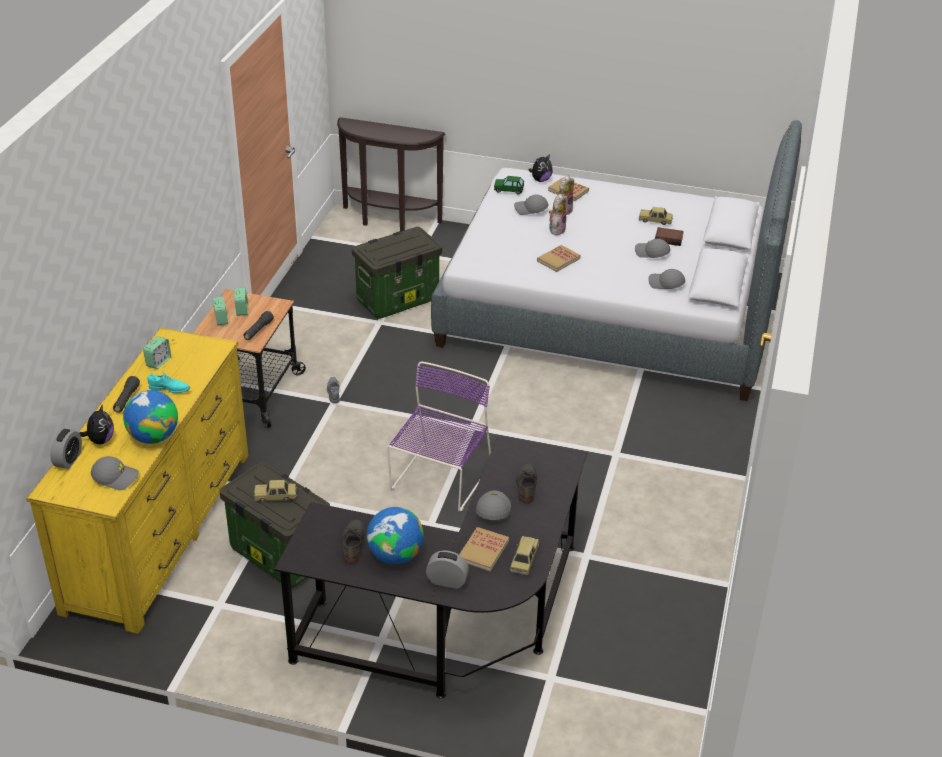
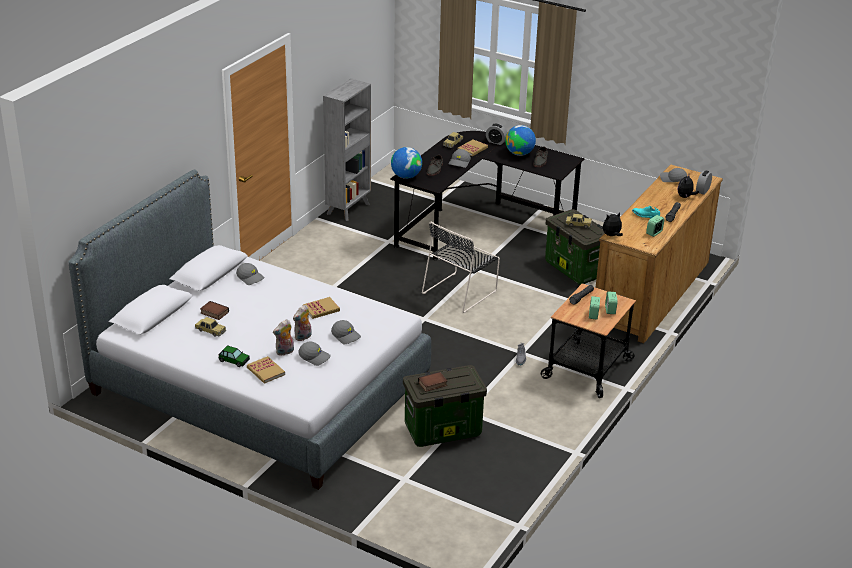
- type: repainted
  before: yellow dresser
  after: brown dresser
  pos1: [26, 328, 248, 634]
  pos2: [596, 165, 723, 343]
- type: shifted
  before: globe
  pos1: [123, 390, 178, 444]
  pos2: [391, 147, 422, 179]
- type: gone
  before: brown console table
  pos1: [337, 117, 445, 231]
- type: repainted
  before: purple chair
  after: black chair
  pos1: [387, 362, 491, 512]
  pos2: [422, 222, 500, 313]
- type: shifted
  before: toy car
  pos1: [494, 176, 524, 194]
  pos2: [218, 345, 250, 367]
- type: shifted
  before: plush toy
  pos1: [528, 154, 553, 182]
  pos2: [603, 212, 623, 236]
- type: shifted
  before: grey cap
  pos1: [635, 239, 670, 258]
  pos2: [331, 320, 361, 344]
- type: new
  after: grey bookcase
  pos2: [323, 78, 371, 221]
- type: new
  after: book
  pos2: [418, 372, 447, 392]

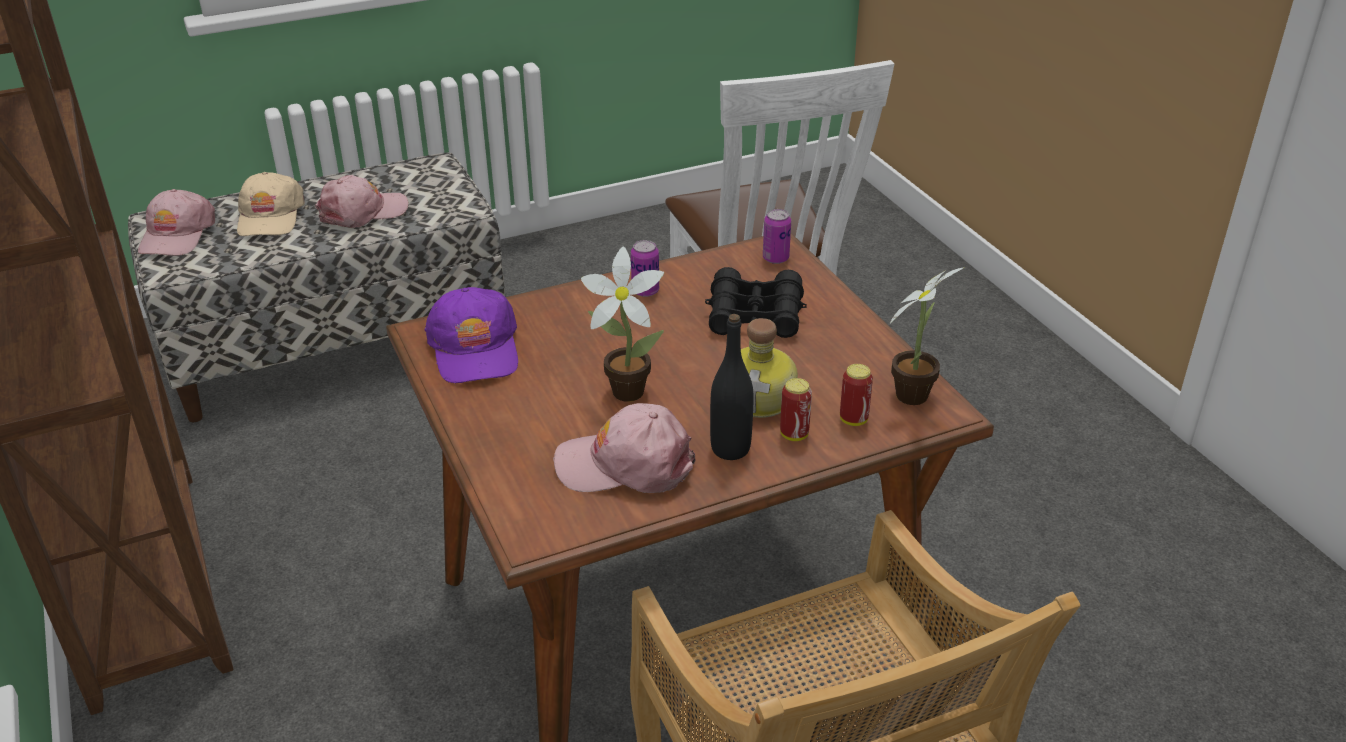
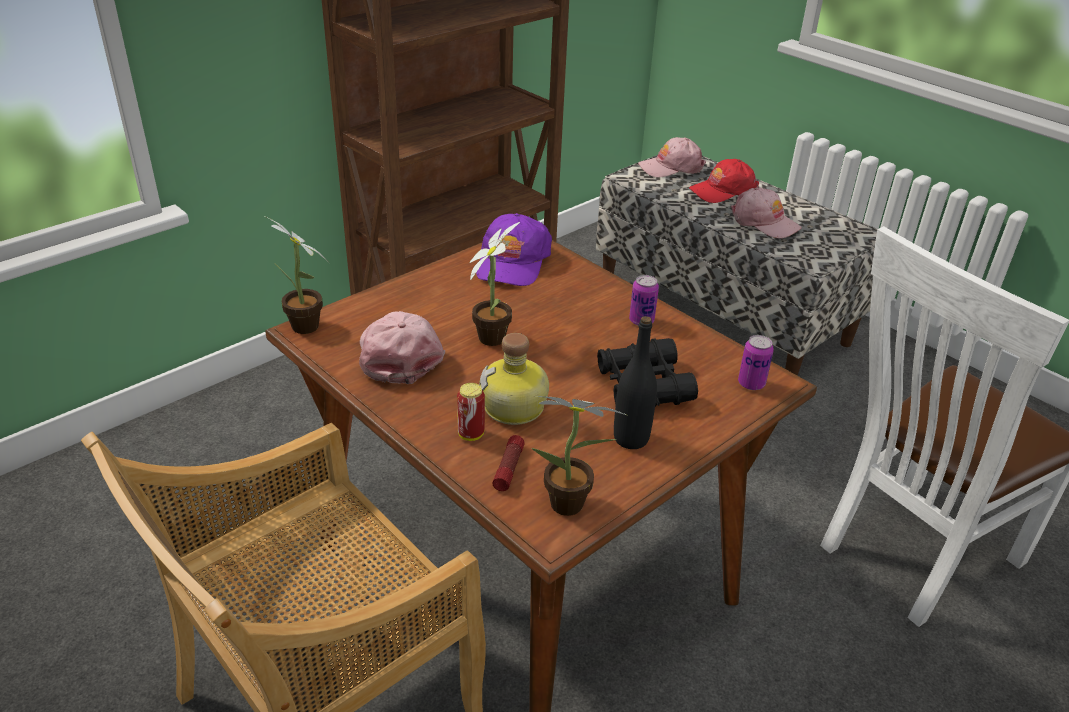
- type: repainted
  before: beige cap
  after: red cap
  pos1: [237, 172, 305, 236]
  pos2: [689, 159, 759, 203]
- type: rotated
  before: purple cap
  pos1: [425, 287, 518, 383]
  pos2: [476, 213, 552, 286]
  turn: -45
- type: shifted
  before: black bottle
  pos1: [710, 314, 754, 460]
  pos2: [614, 316, 657, 449]
- type: swapped
  before: can
  after: flashlight
  pos1: [840, 364, 873, 426]
  pos2: [492, 435, 525, 491]
- type: new
  after: potted plant
  pos2: [265, 216, 328, 334]

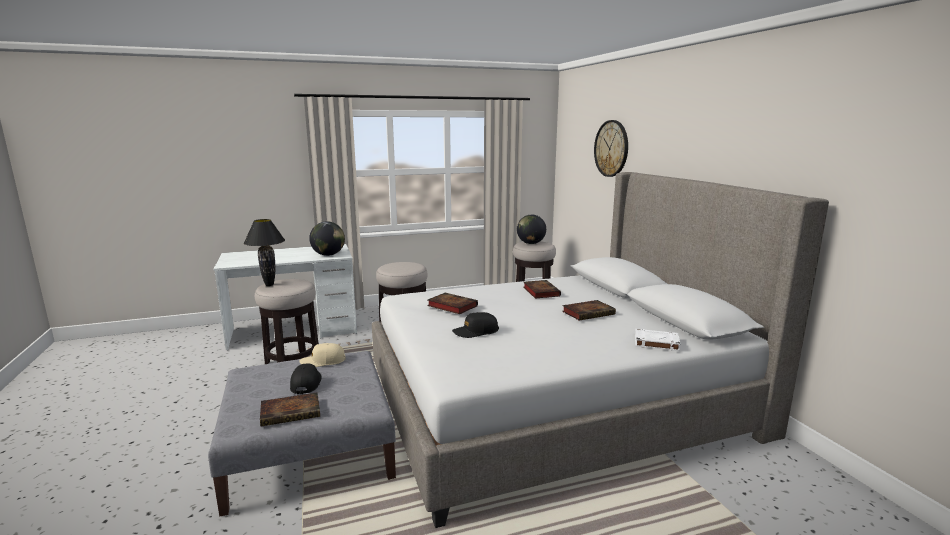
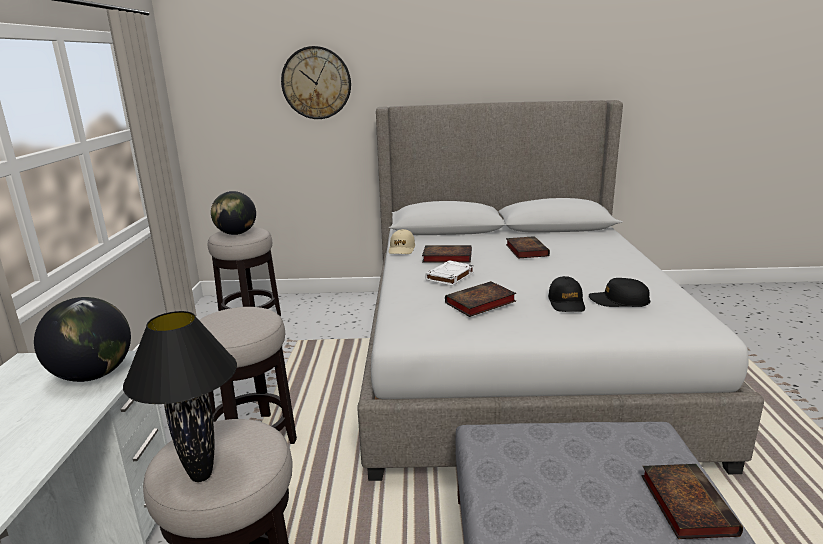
- type: shifted
  before: black cap
  pos1: [290, 363, 322, 394]
  pos2: [589, 278, 650, 307]
- type: shifted
  before: beige cap
  pos1: [300, 343, 345, 367]
  pos2: [389, 229, 415, 254]
- type: shifted
  before: white book
  pos1: [635, 329, 681, 351]
  pos2: [425, 260, 474, 286]

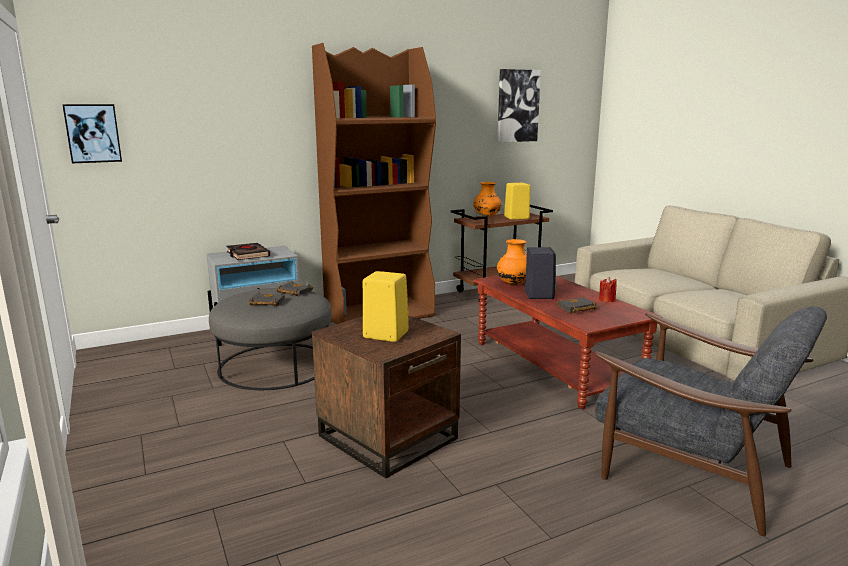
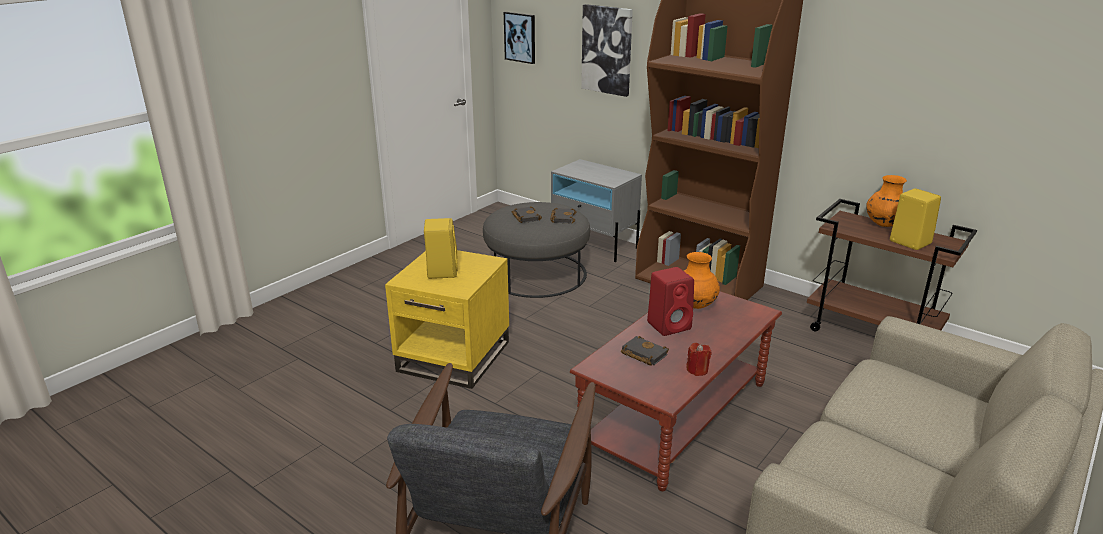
- type: gone
  before: black book
  pos1: [227, 243, 270, 260]
- type: repainted
  before: brown side table
  after: yellow side table
  pos1: [312, 316, 461, 478]
  pos2: [385, 250, 509, 389]
- type: shifted
  before: picture
  pos1: [497, 69, 541, 142]
  pos2: [581, 4, 633, 97]
- type: repainted
  before: black speaker
  after: red speaker
  pos1: [525, 247, 556, 299]
  pos2: [647, 267, 694, 336]

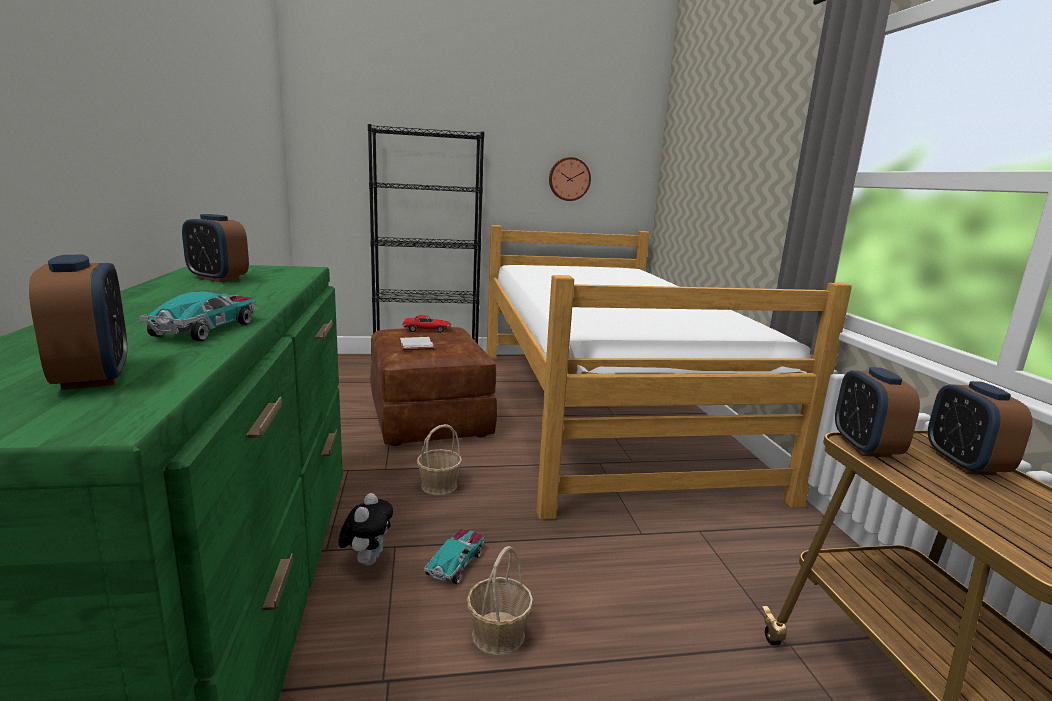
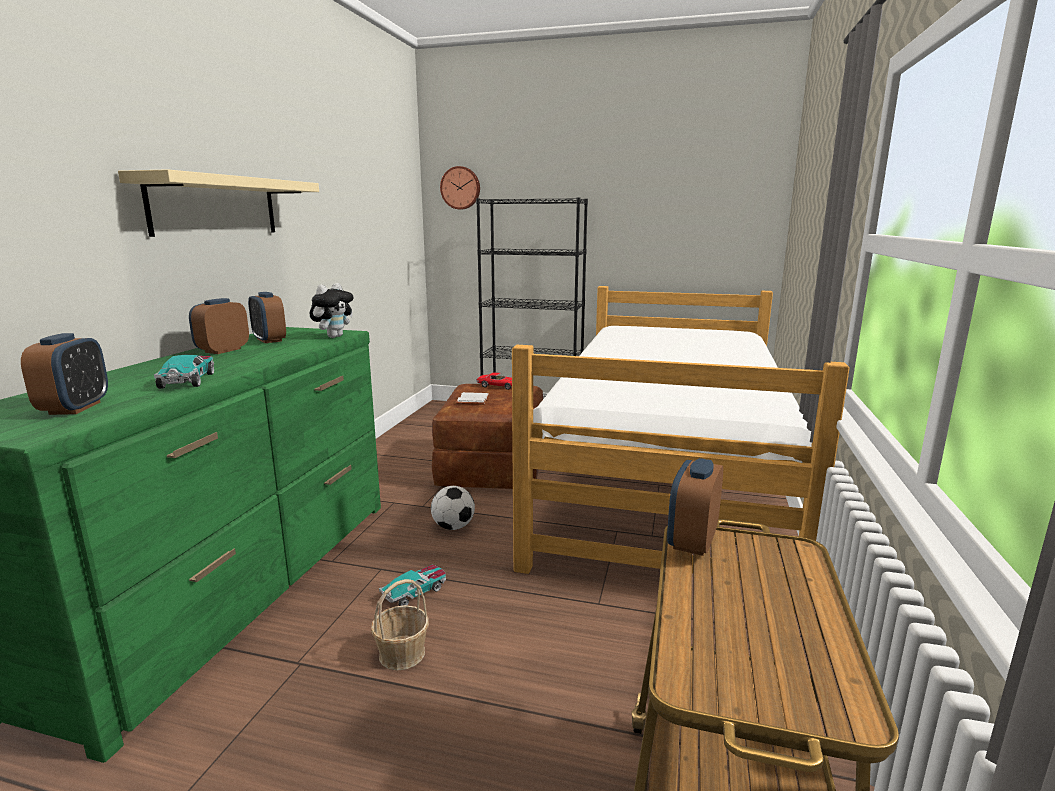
- type: rotated
  before: toy car
  pos1: [139, 292, 256, 341]
  pos2: [154, 355, 214, 389]
  turn: -45
- type: shifted
  before: plush toy
  pos1: [338, 493, 393, 565]
  pos2: [310, 283, 354, 338]
- type: swapped
  before: basket
  after: football
  pos1: [417, 424, 462, 495]
  pos2: [431, 486, 475, 530]
- type: shifted
  before: wall clock
  pos1: [549, 157, 591, 201]
  pos2: [440, 166, 480, 210]
- type: shifted
  before: alarm clock
  pos1: [928, 381, 1033, 475]
  pos2: [189, 298, 249, 354]
- type: new
  after: beige shelf
  pos2: [118, 169, 319, 237]

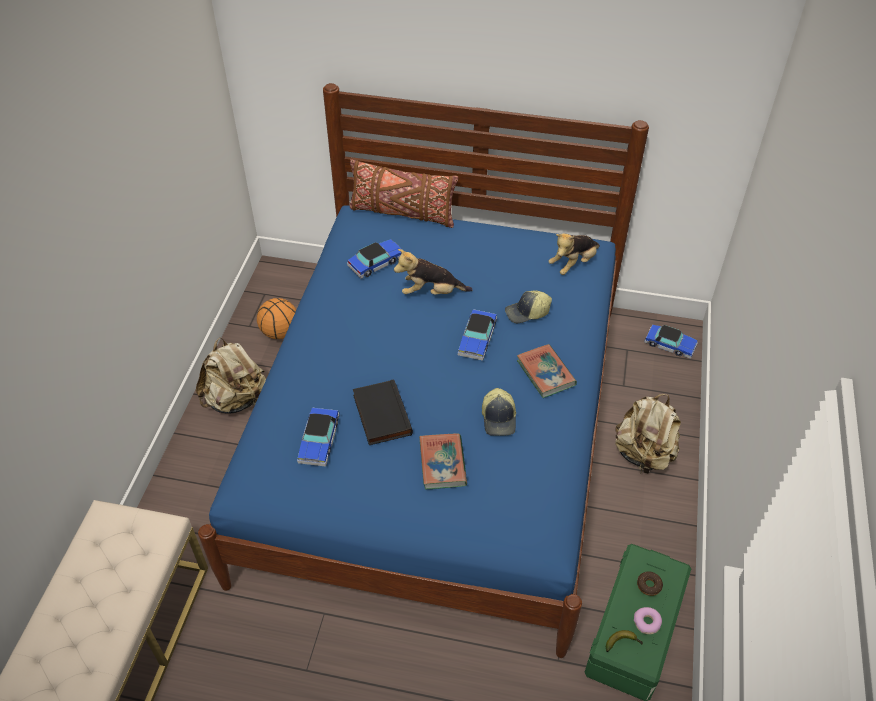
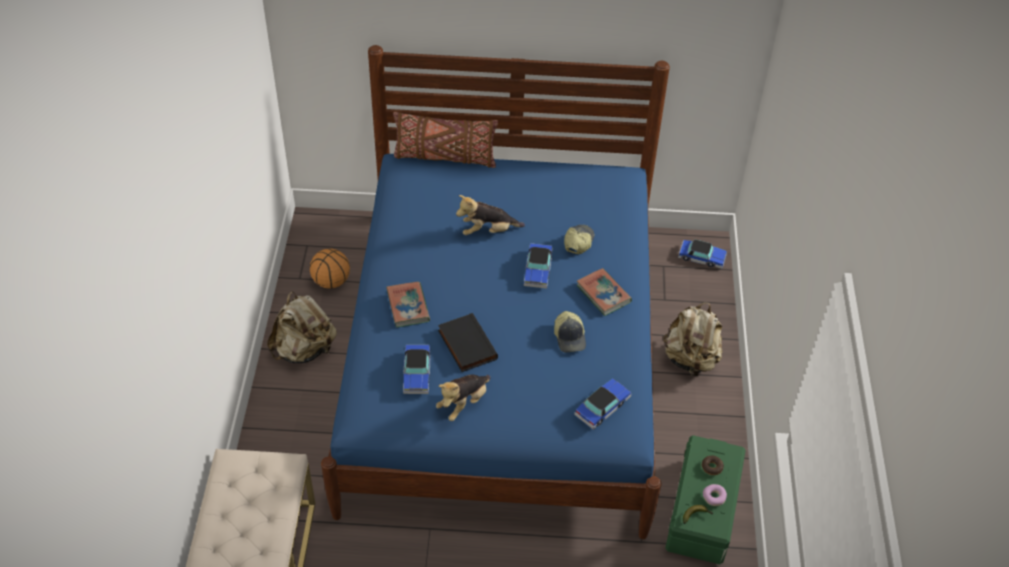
- type: shifted
  before: toy car
  pos1: [347, 239, 401, 279]
  pos2: [574, 379, 632, 430]
- type: shifted
  before: book
  pos1: [419, 434, 467, 489]
  pos2: [386, 282, 430, 328]
- type: rotated
  before: cap
  pos1: [505, 290, 552, 323]
  pos2: [564, 225, 594, 254]
  turn: 135
- type: shifted
  before: plush toy
  pos1: [549, 233, 600, 275]
  pos2: [436, 374, 491, 421]

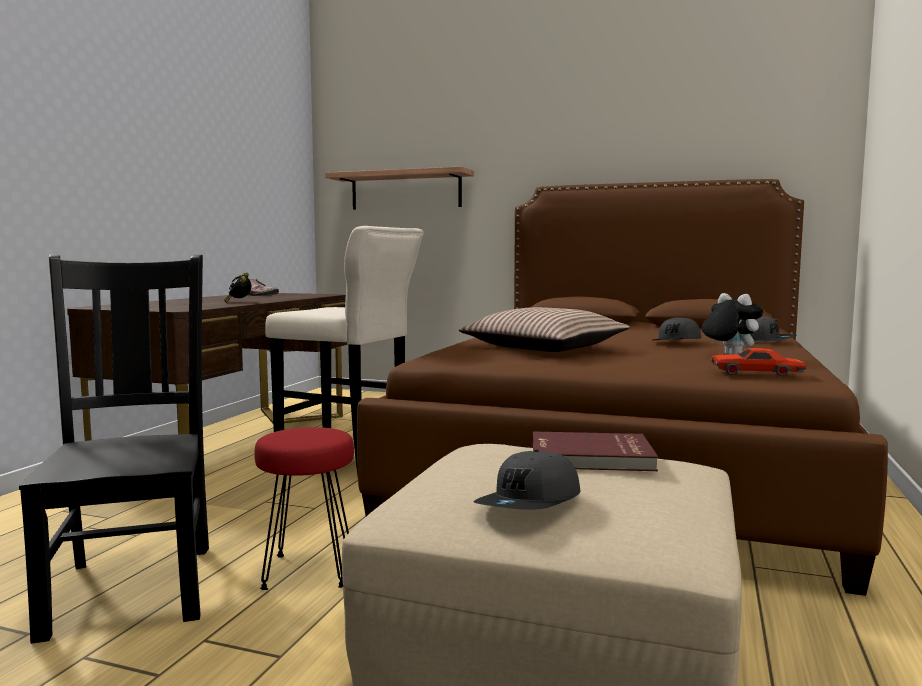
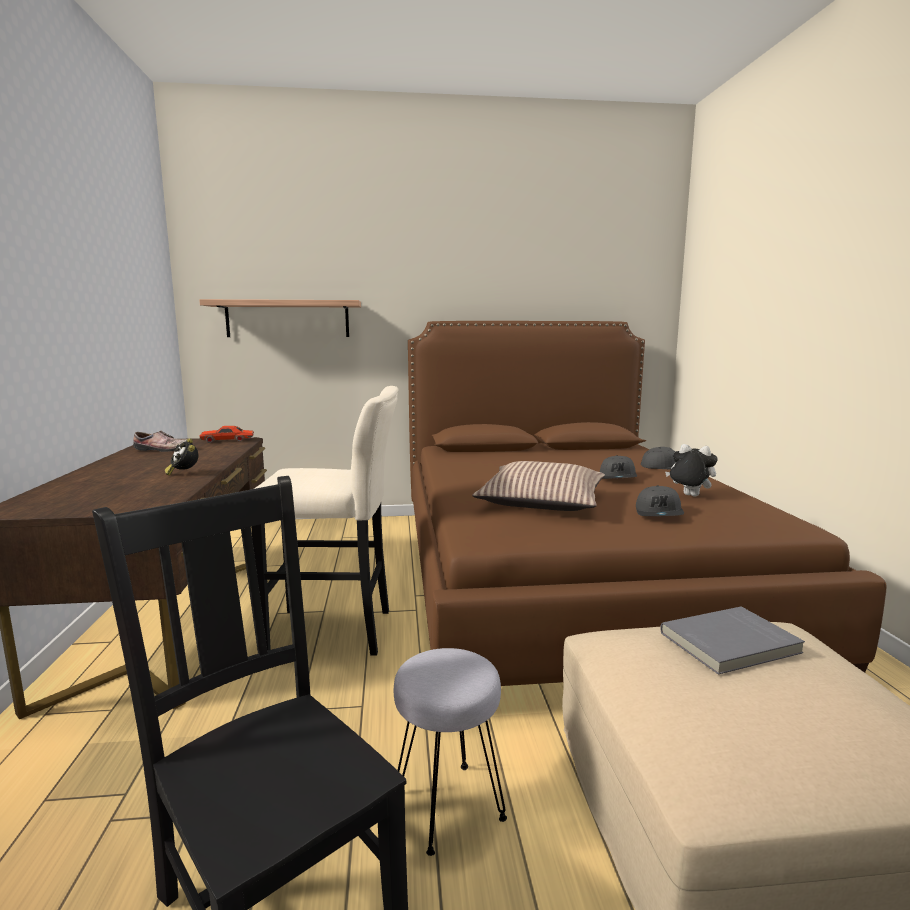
- type: repainted
  before: red stool
  after: grey stool
  pos1: [254, 427, 354, 590]
  pos2: [394, 648, 507, 856]
- type: shifted
  before: grey cap
  pos1: [473, 450, 580, 510]
  pos2: [636, 485, 684, 516]
- type: repainted
  before: red book
  after: grey book
  pos1: [533, 431, 658, 471]
  pos2: [660, 606, 805, 675]
- type: shifted
  before: red toy car
  pos1: [711, 348, 806, 376]
  pos2: [199, 426, 254, 443]

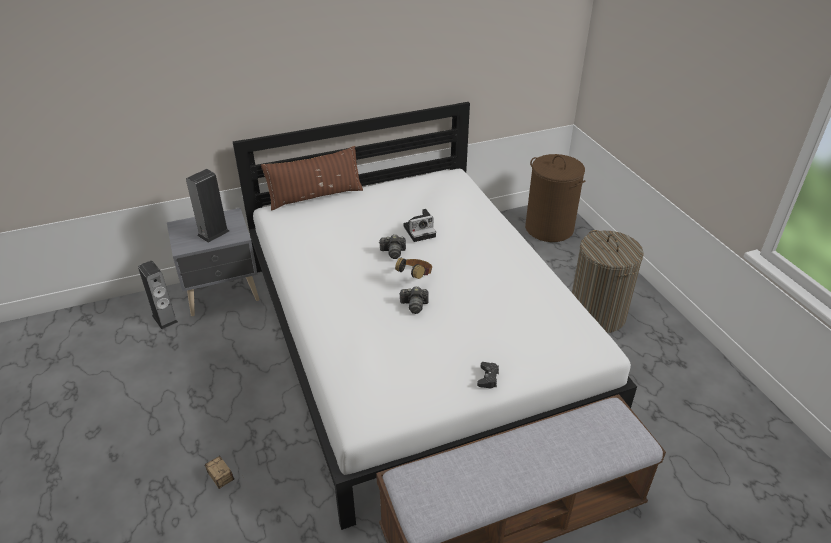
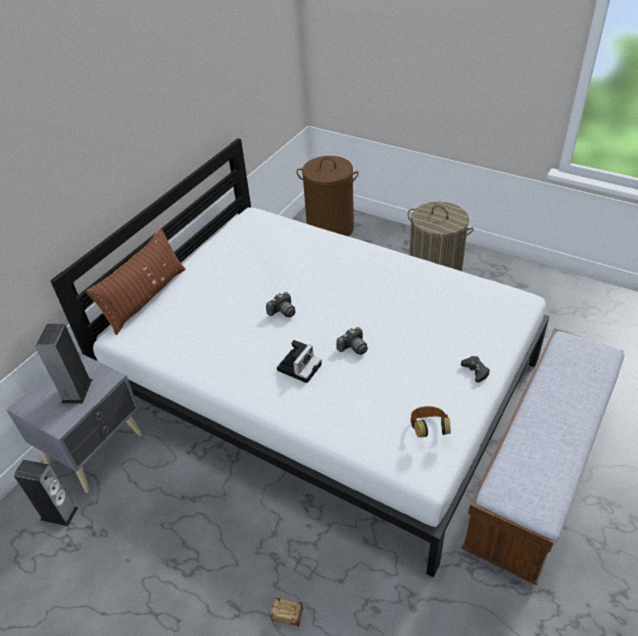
- type: shifted
  before: headphones
  pos1: [395, 257, 432, 279]
  pos2: [410, 406, 451, 437]
- type: shifted
  before: photo camera
  pos1: [403, 209, 436, 242]
  pos2: [277, 340, 322, 383]

